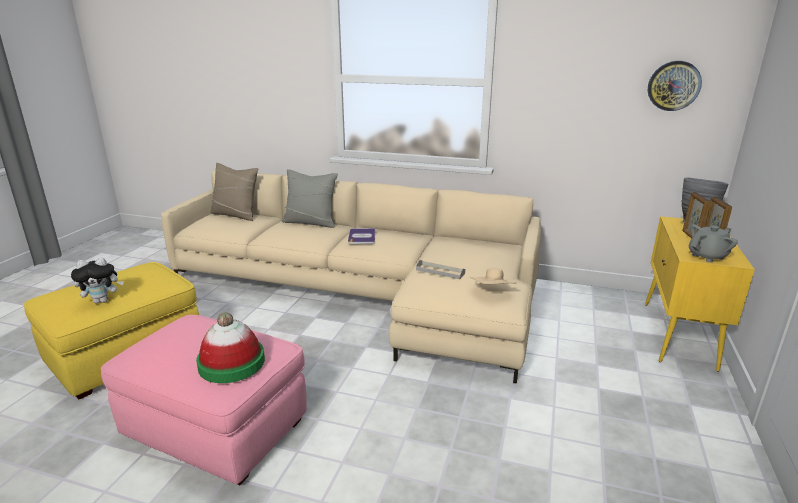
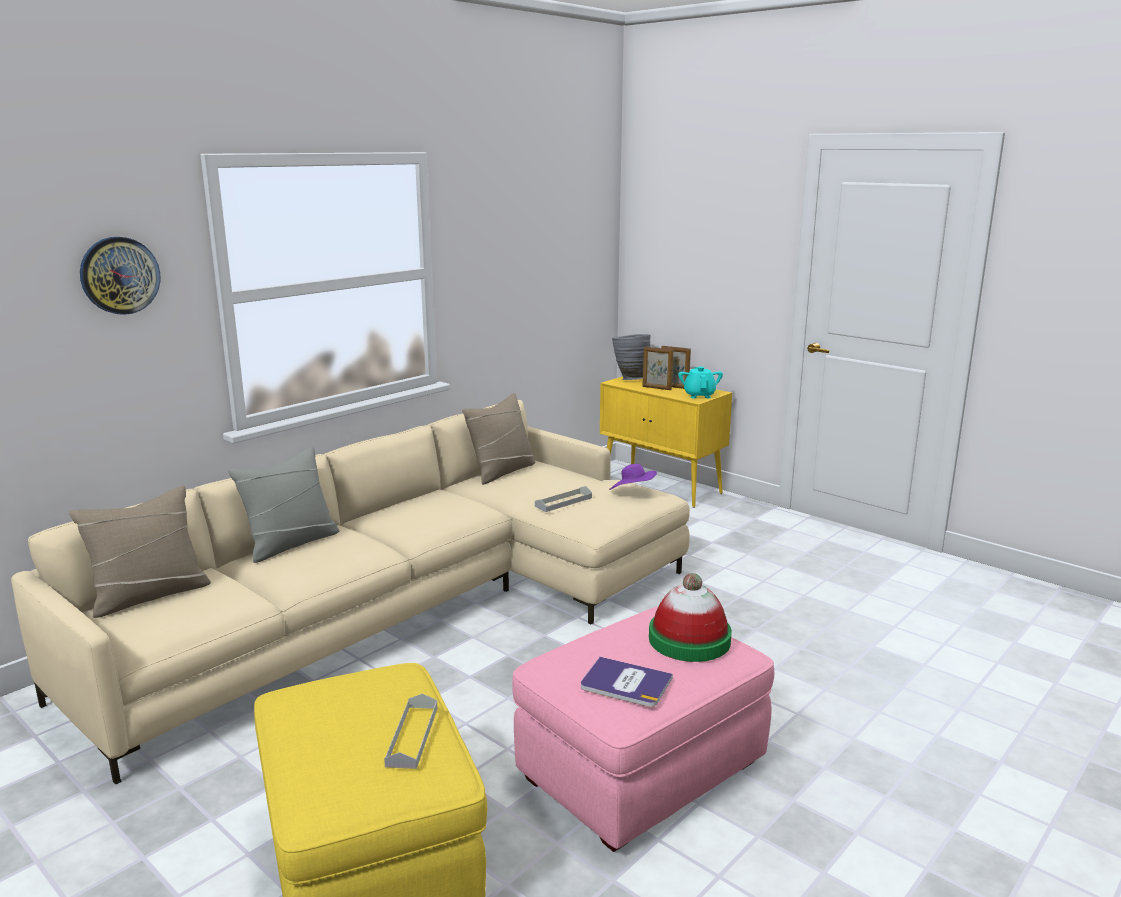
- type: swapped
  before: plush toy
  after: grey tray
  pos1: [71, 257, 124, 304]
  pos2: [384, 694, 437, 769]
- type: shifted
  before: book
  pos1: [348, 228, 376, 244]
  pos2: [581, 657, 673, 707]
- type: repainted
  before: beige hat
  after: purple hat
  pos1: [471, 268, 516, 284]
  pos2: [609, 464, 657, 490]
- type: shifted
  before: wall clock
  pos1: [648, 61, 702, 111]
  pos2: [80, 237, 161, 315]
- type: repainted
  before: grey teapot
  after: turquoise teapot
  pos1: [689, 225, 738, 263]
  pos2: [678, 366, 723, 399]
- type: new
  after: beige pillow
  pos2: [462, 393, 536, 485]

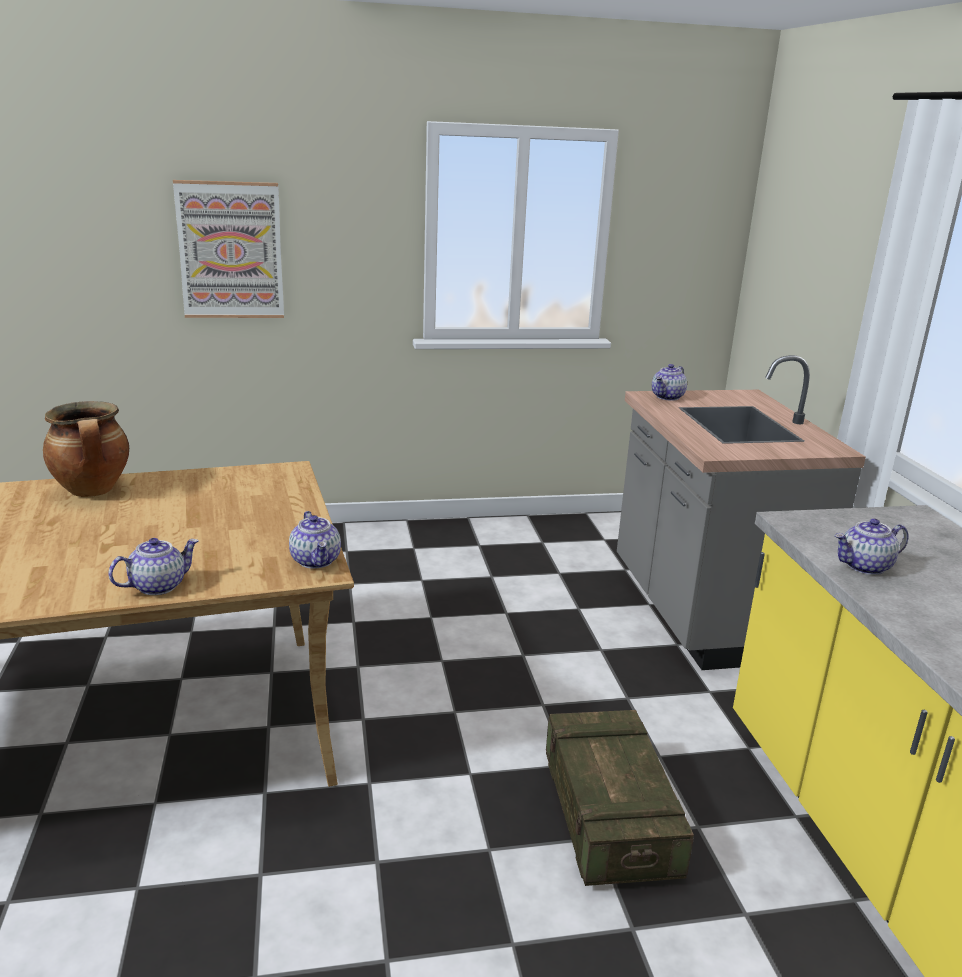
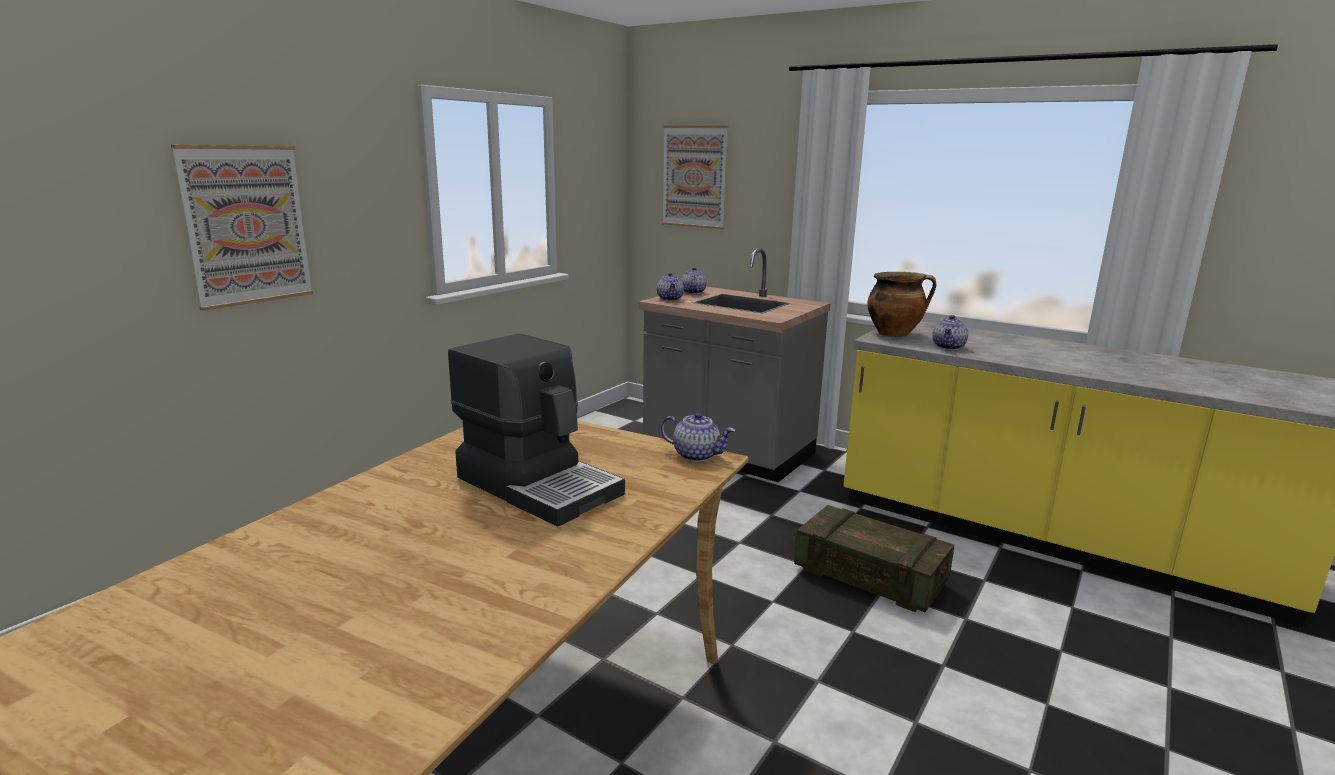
- type: shifted
  before: cooking pot
  pos1: [43, 401, 129, 497]
  pos2: [867, 272, 936, 337]
- type: shifted
  before: teapot
  pos1: [108, 538, 199, 595]
  pos2: [681, 267, 706, 294]
- type: new
  after: coffee machine
  pos2: [448, 334, 625, 527]
- type: new
  after: picture
  pos2: [662, 126, 728, 229]

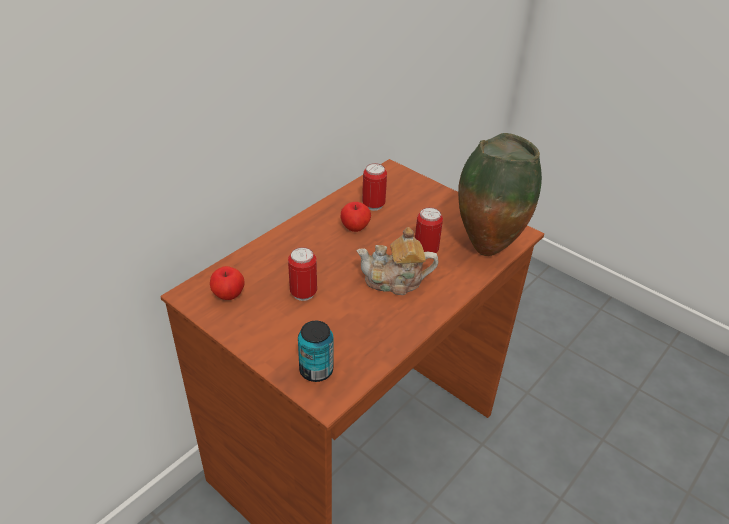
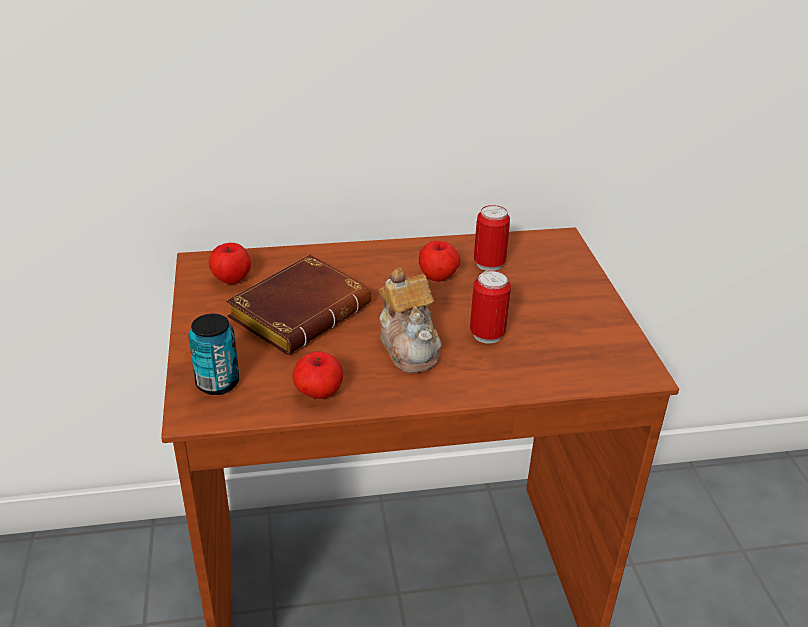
- type: swapped
  before: can
  after: brown book
  pos1: [288, 247, 317, 301]
  pos2: [226, 255, 371, 355]
- type: rotated
  before: teapot
  pos1: [356, 227, 438, 295]
  pos2: [379, 268, 442, 373]
  turn: -150
- type: gone
  before: vase
  pos1: [458, 133, 542, 256]
- type: new
  after: apple
  pos2: [293, 351, 343, 399]

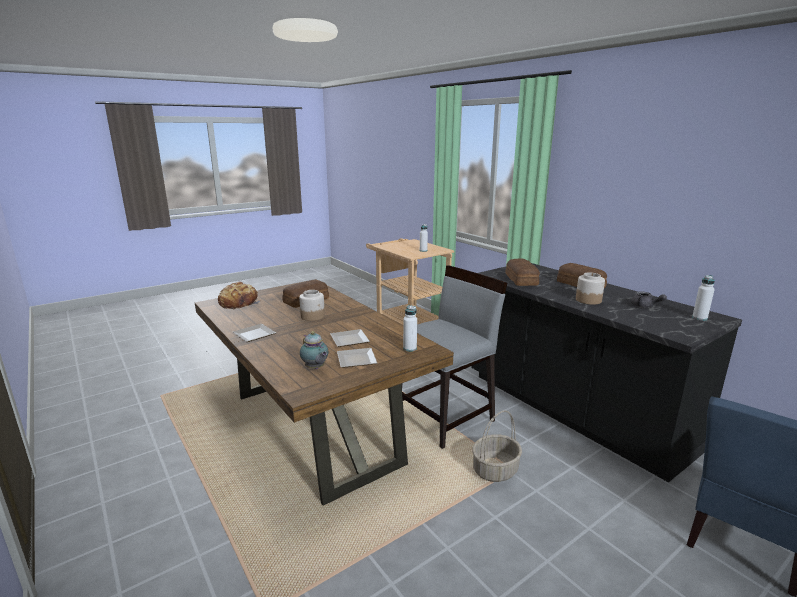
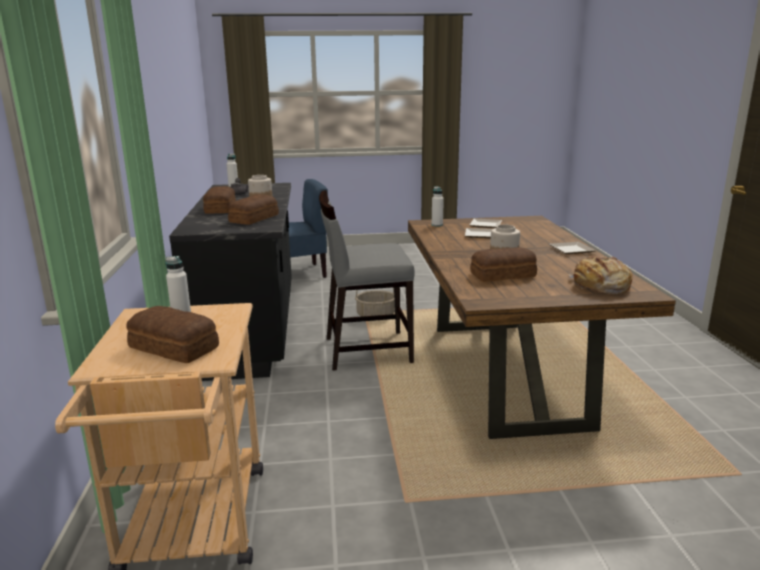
- type: gone
  before: teapot
  pos1: [300, 331, 328, 369]
- type: new
  after: bread
  pos2: [126, 306, 219, 363]

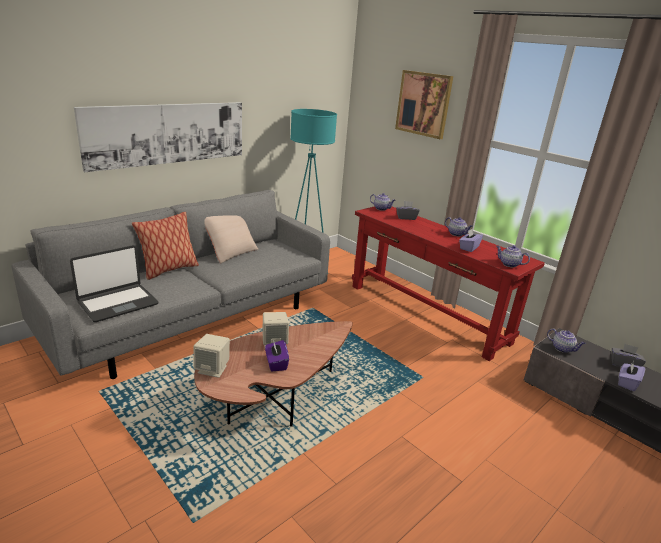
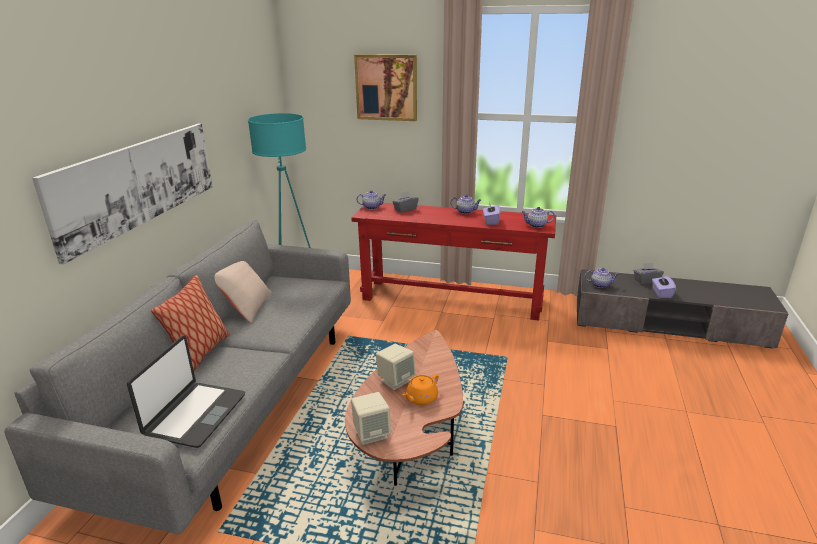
- type: swapped
  before: purple tissue box
  after: orange teapot
  pos1: [265, 340, 289, 371]
  pos2: [402, 374, 439, 405]

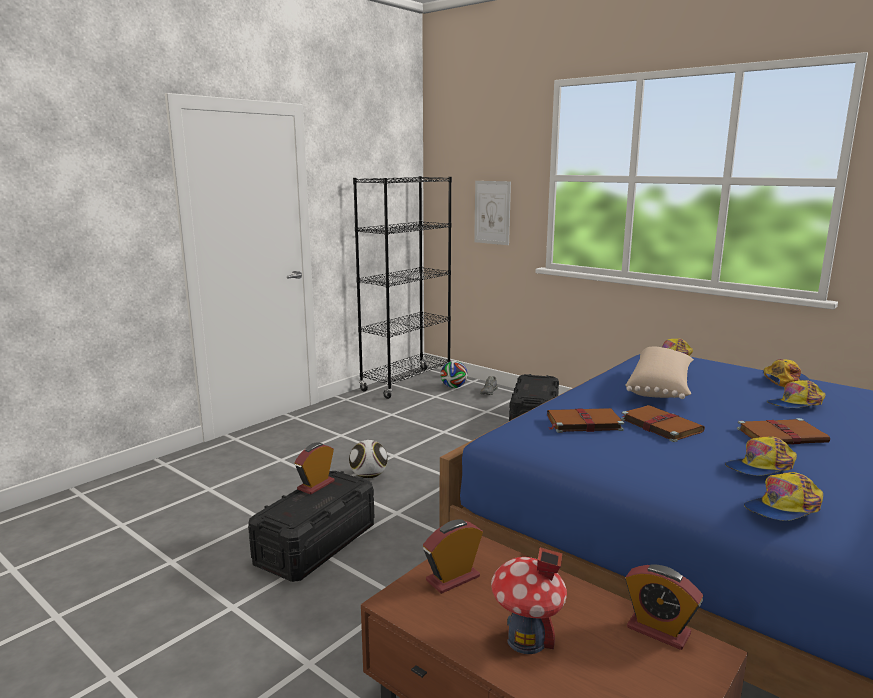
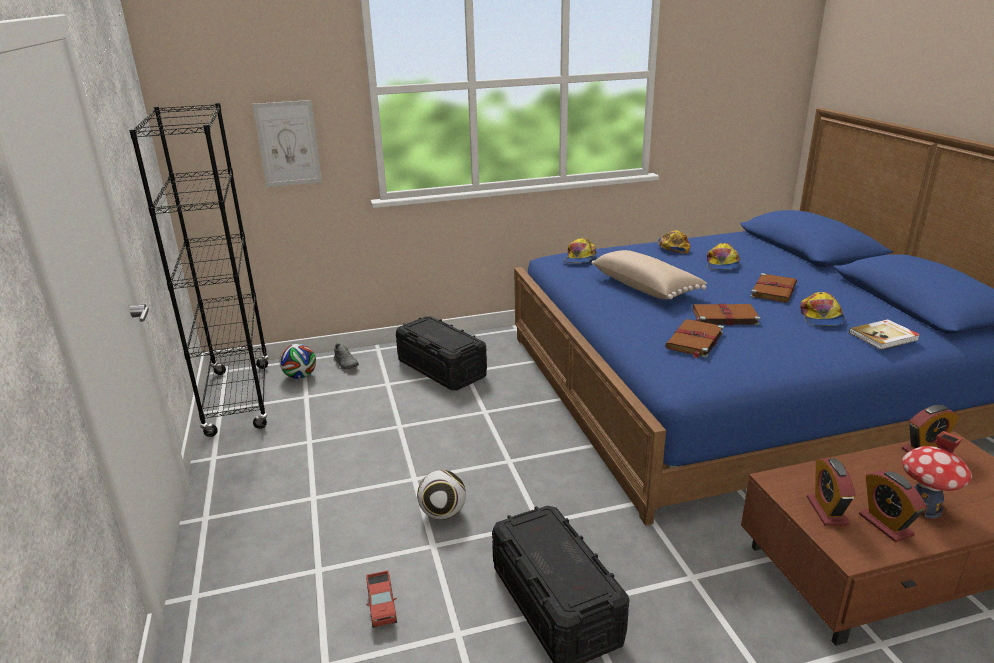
- type: shifted
  before: alarm clock
  pos1: [294, 442, 335, 495]
  pos2: [859, 470, 927, 542]
- type: swapped
  before: cap
  after: book
  pos1: [744, 472, 823, 521]
  pos2: [849, 319, 920, 350]
- type: new
  after: toy truck
  pos2: [366, 570, 397, 628]

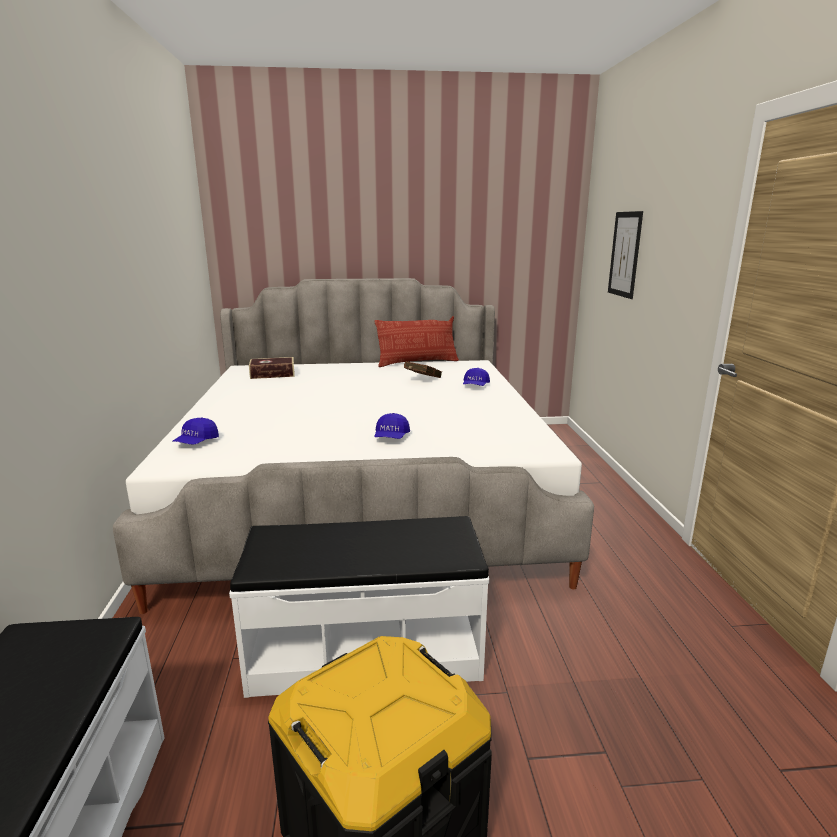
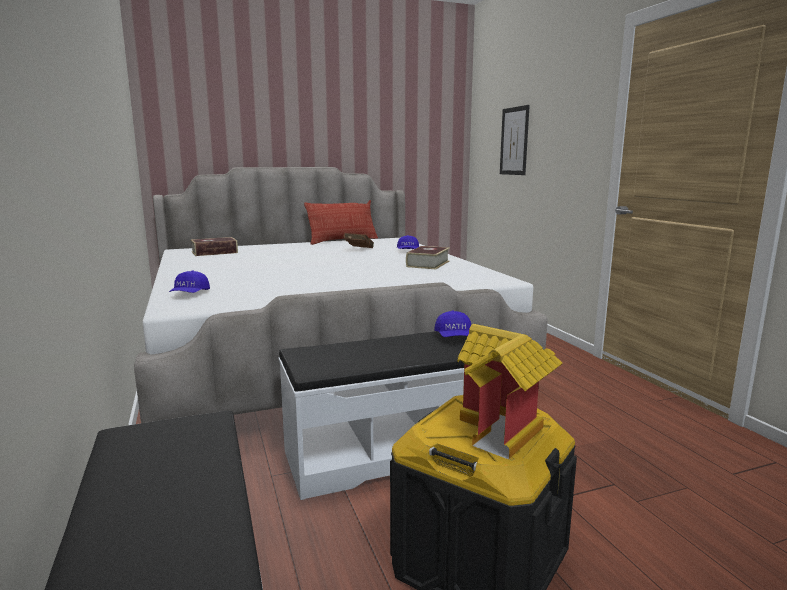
- type: shifted
  before: blue cap
  pos1: [375, 413, 410, 439]
  pos2: [434, 311, 471, 337]
- type: new
  after: book
  pos2: [406, 246, 450, 269]
- type: new
  after: toy house
  pos2: [457, 324, 562, 459]

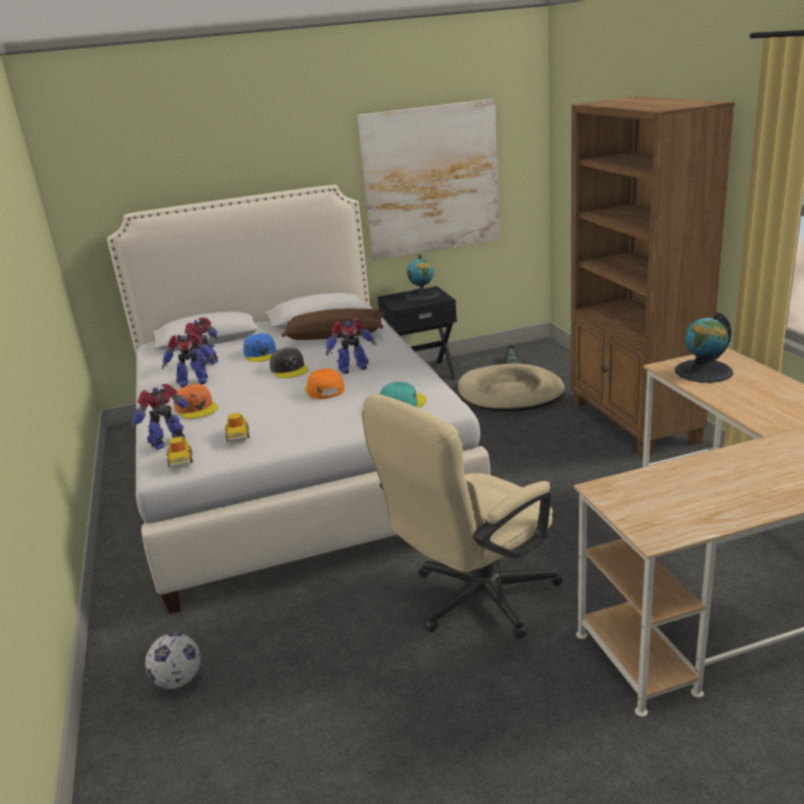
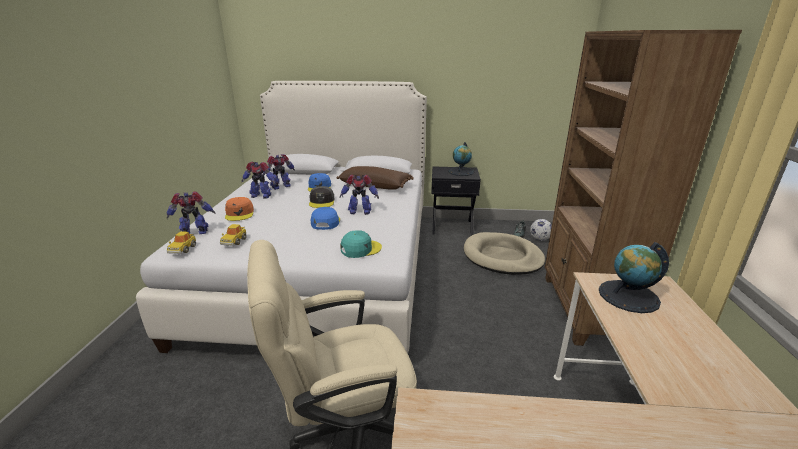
- type: shifted
  before: football
  pos1: [145, 633, 200, 689]
  pos2: [530, 219, 552, 241]
- type: repainted
  before: orange cap
  after: blue cap
  pos1: [305, 368, 344, 399]
  pos2: [311, 207, 340, 230]
- type: gone
  before: picture
  pos1: [357, 99, 500, 260]

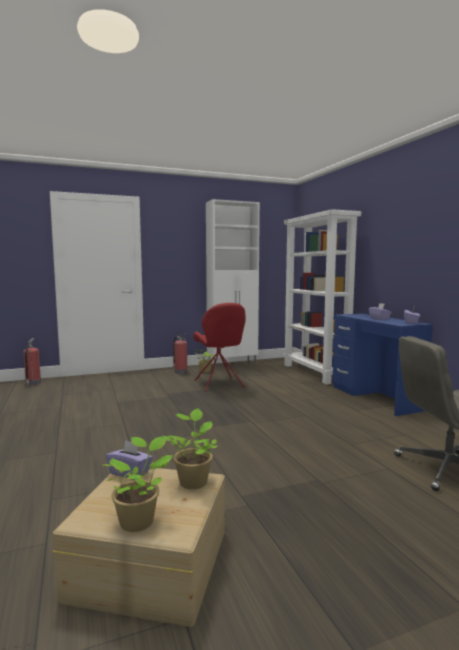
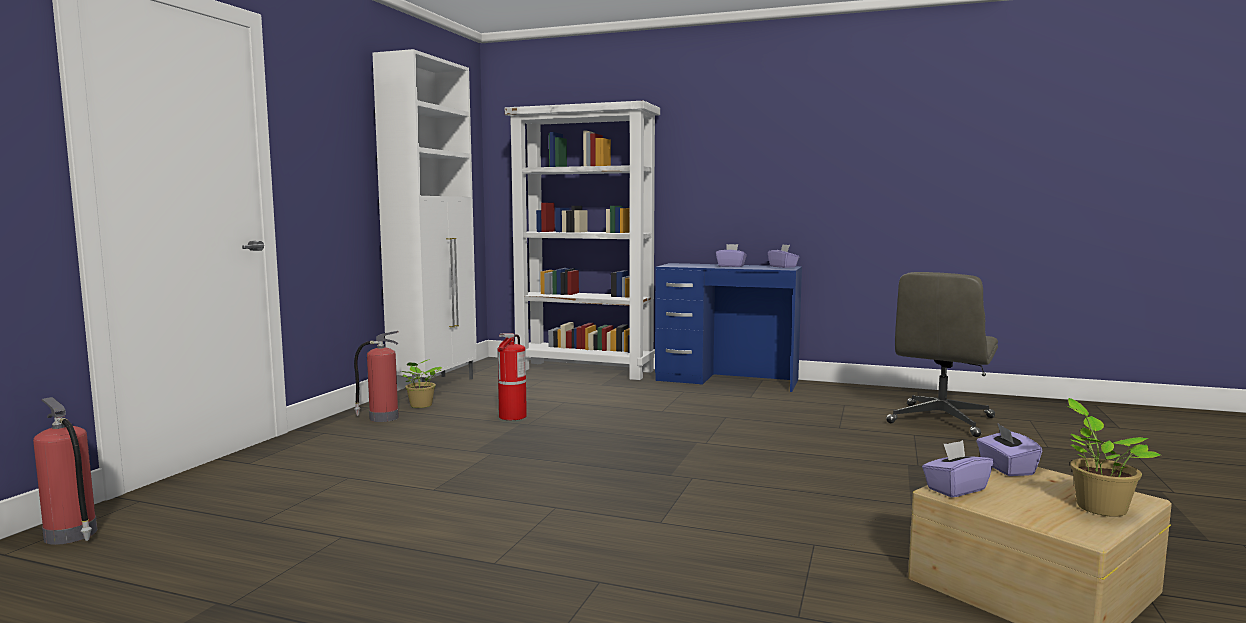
- type: swapped
  before: potted plant
  after: purple tissue box
  pos1: [165, 408, 218, 489]
  pos2: [976, 423, 1042, 476]
- type: swapped
  before: red chair
  after: fire extinguisher
  pos1: [193, 303, 246, 392]
  pos2: [497, 333, 527, 420]

